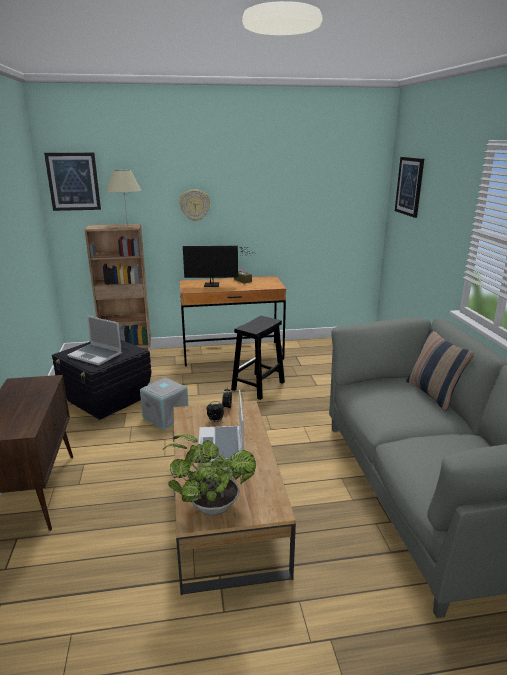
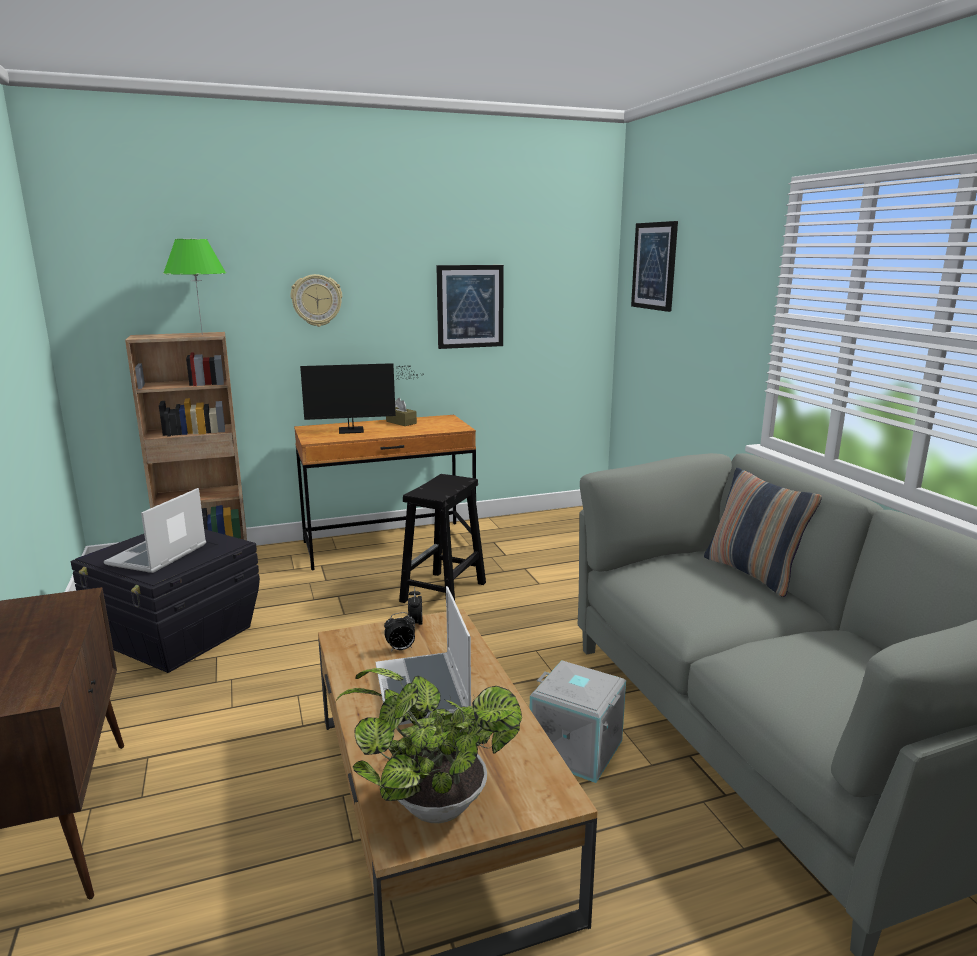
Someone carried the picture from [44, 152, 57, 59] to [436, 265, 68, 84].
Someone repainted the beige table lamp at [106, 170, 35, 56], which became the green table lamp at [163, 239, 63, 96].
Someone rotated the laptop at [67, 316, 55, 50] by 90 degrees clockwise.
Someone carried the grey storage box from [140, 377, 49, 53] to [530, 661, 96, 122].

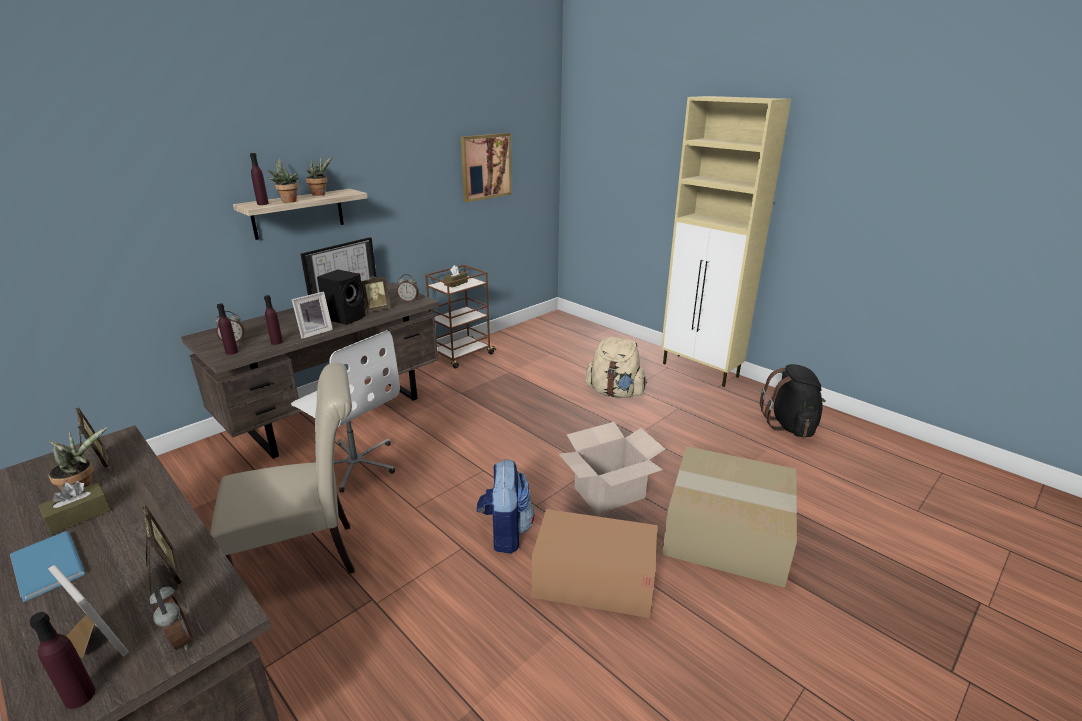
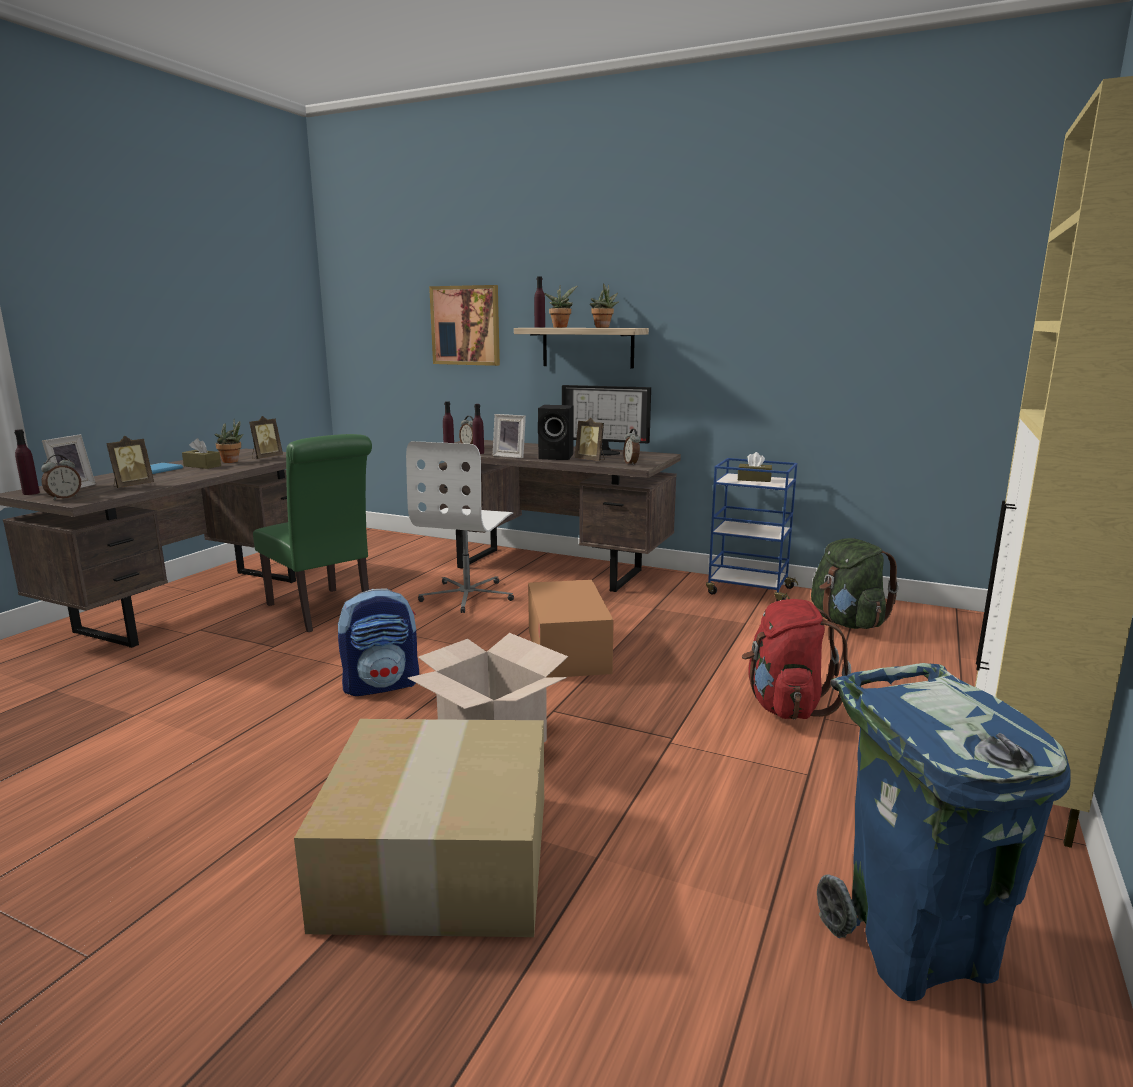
Someone carried the picture from [461, 133, 51, 69] to [429, 285, 71, 81].
Someone repainted the brown cart at [425, 265, 71, 104], which became the blue cart at [706, 458, 92, 143].
Someone repainted the beige backpack at [585, 337, 62, 61], which became the red backpack at [742, 599, 109, 120].
Someone repainted the beige chair at [210, 363, 145, 211], which became the green chair at [253, 434, 119, 198].
Someone swapped the black backpack at [760, 364, 66, 74] for the blue trash can at [817, 663, 254, 338].
Someone carried the cardboard box from [532, 509, 125, 109] to [528, 580, 86, 98].
Someone put down the green backpack at [811, 538, 88, 91].

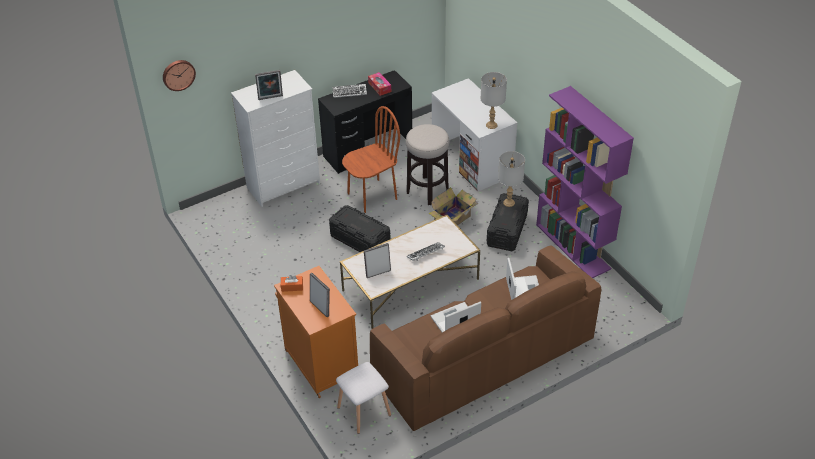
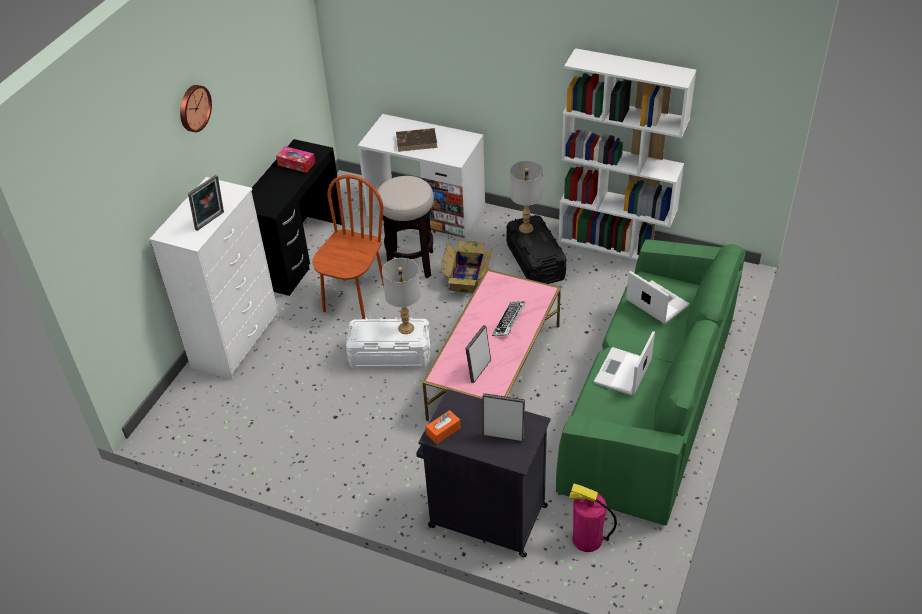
Someone carried the wall clock from [163, 60, 33, 31] to [180, 85, 32, 47].
Someone carried the grey table lamp from [481, 72, 26, 57] to [382, 258, 39, 76].
Someone took away the keyboard at [332, 84, 35, 14].
Someone repainted the purple bookcase at [536, 86, 98, 192], which became the white bookcase at [558, 48, 138, 212].
Someone repainted the black storage box at [329, 205, 62, 47], which became the white storage box at [346, 317, 84, 51].
Someone repainted the white coffee table at [340, 215, 140, 114], which became the pink coffee table at [422, 269, 139, 152].
Someone repainted the brown sofa at [370, 245, 232, 186], which became the green sofa at [556, 239, 190, 286].
Someone repainted the orange cabinet at [274, 266, 84, 132], which became the black cabinet at [416, 389, 135, 168].
Someone swapped the white stool at [336, 362, 55, 72] for the fire extinguisher at [569, 484, 48, 68].
Someone put down the brown book at [396, 128, 42, 24].

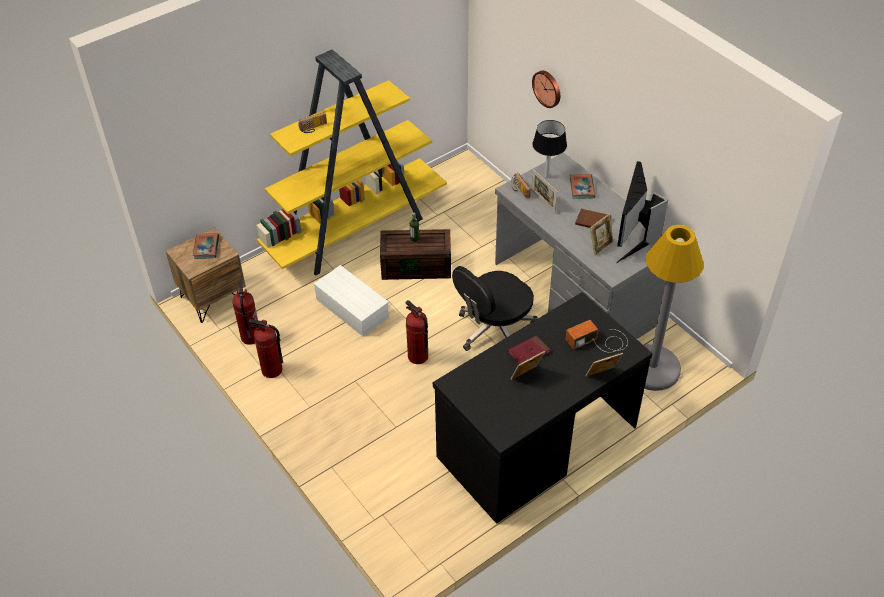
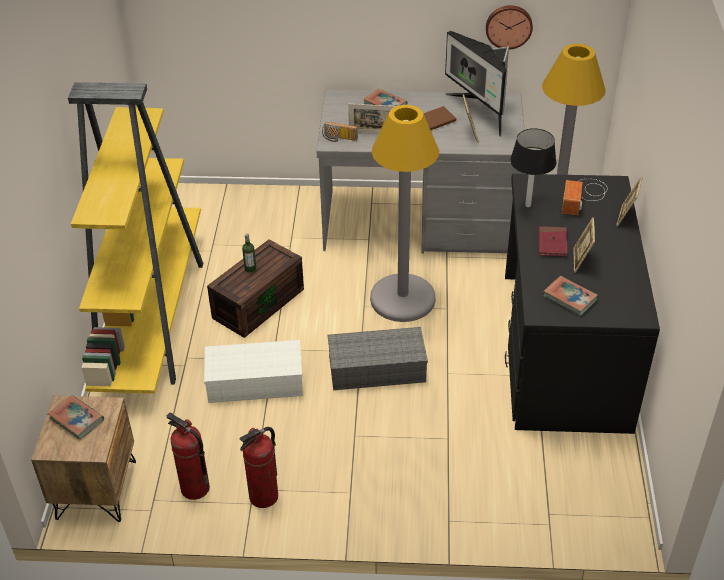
Someone carried the wall clock from [532, 71, 28, 37] to [486, 5, 47, 45].
Someone took away the radio at [298, 112, 29, 21].
Someone carried the black table lamp from [532, 120, 35, 58] to [510, 128, 46, 79].
Someone swapped the black office chair at [452, 266, 86, 85] for the grey floor lamp at [370, 105, 69, 217].
Someone swapped the fire extinguisher at [406, 300, 22, 64] for the grey storage box at [328, 327, 100, 63].
Someone put down the book at [543, 276, 55, 40].

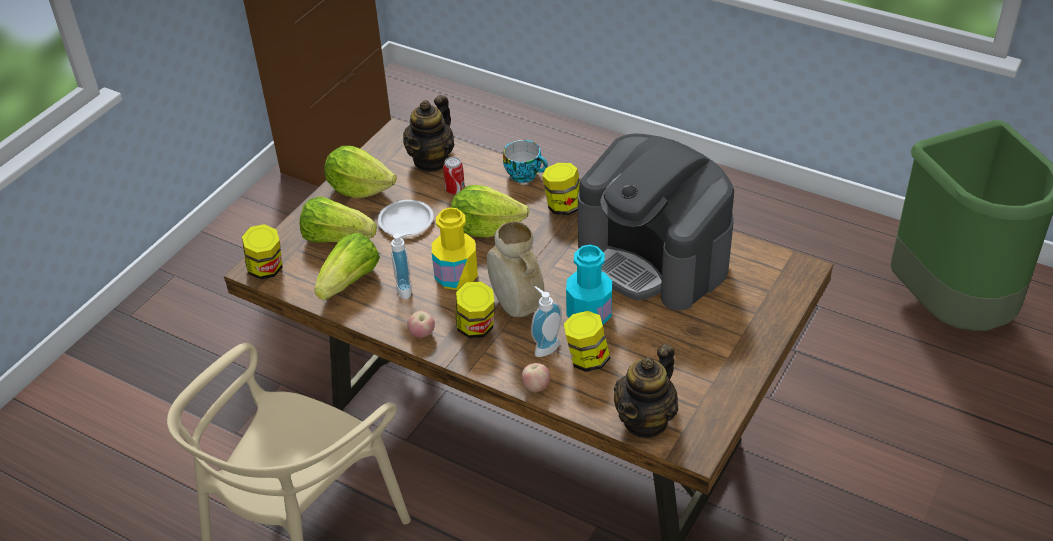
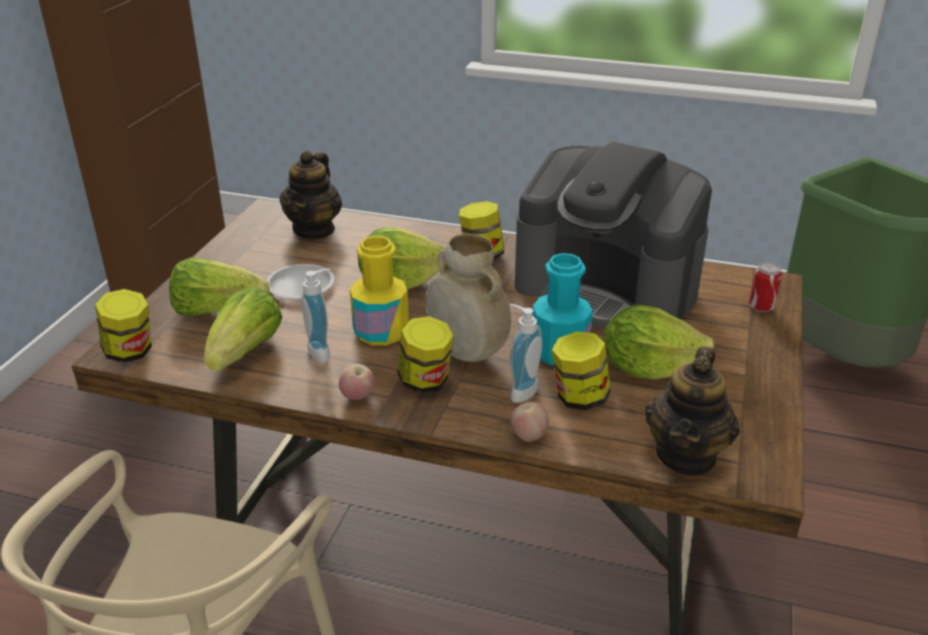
Someone took away the cup at [503, 140, 45, 43].
Someone carried the lettuce from [324, 146, 72, 52] to [604, 305, 111, 74].
Someone carried the can from [443, 157, 22, 38] to [749, 262, 33, 50].

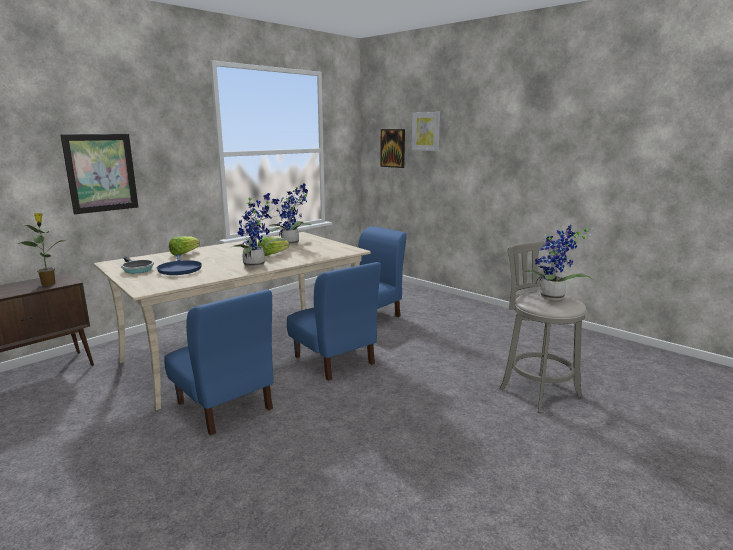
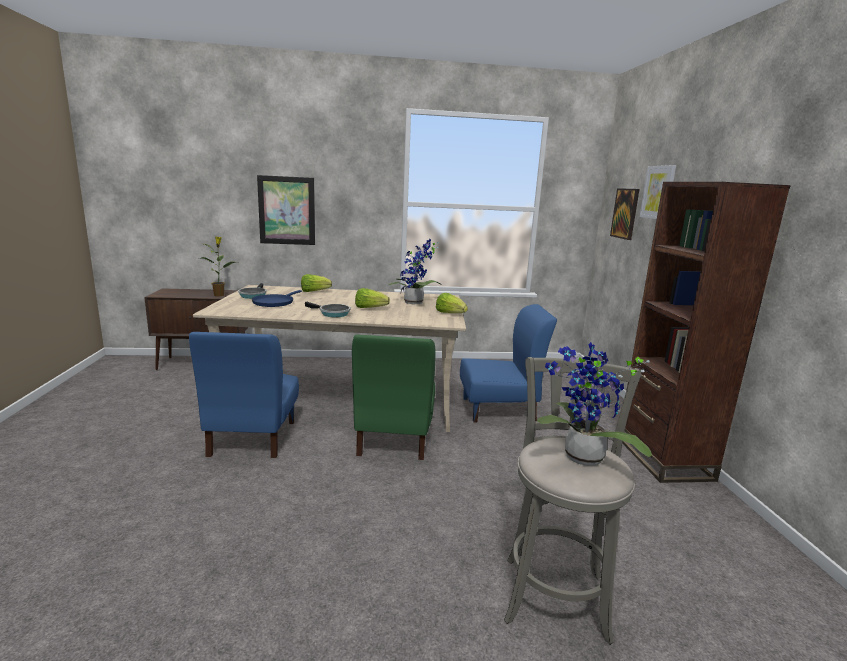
Someone swapped the potted plant at [232, 193, 54, 75] for the frying pan at [305, 302, 46, 15].
Someone repainted the blue chair at [287, 262, 94, 119], which became the green chair at [352, 334, 84, 126].
Someone put down the brown bookcase at [622, 182, 169, 301].
Someone put down the lettuce at [436, 293, 32, 20].

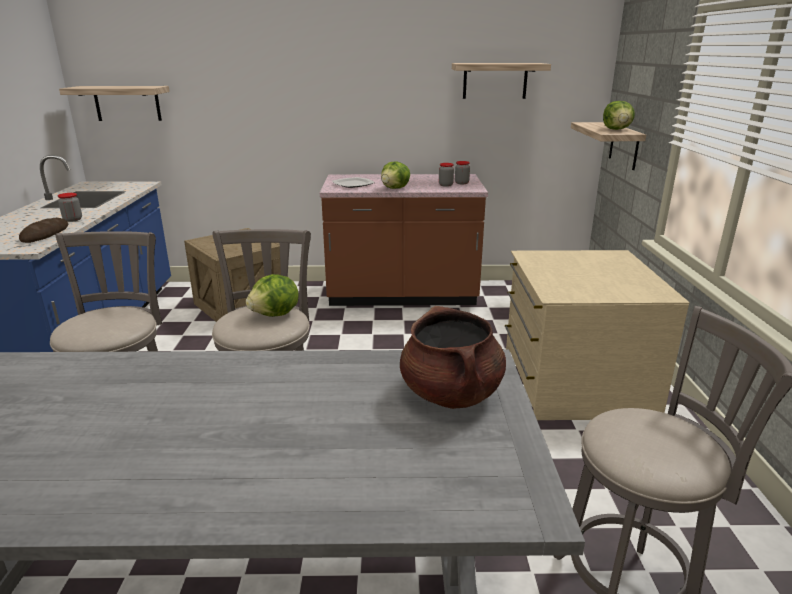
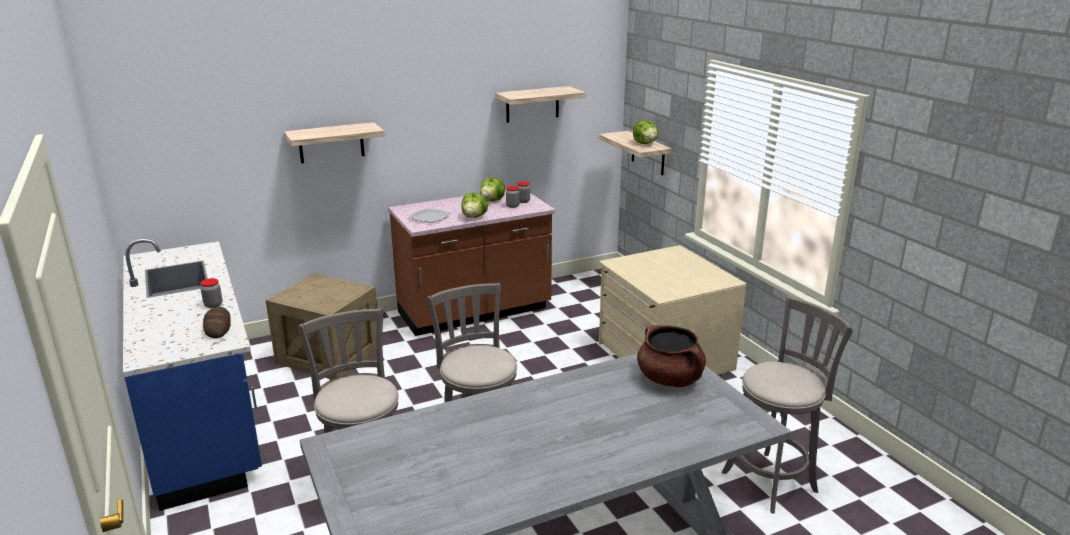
Someone carried the shelf from [59, 86, 111, 35] to [284, 122, 101, 41].
Someone carried the lettuce from [246, 274, 53, 43] to [480, 178, 25, 23].

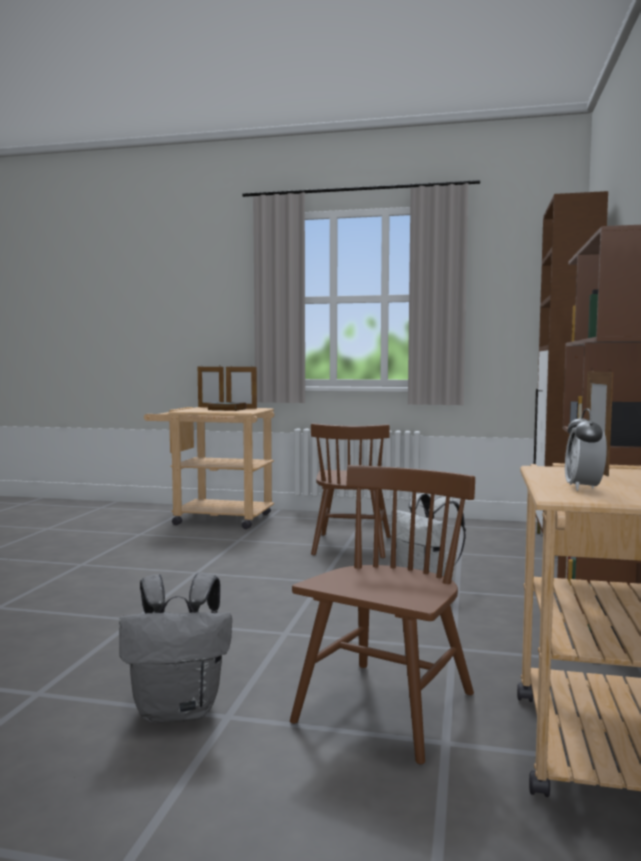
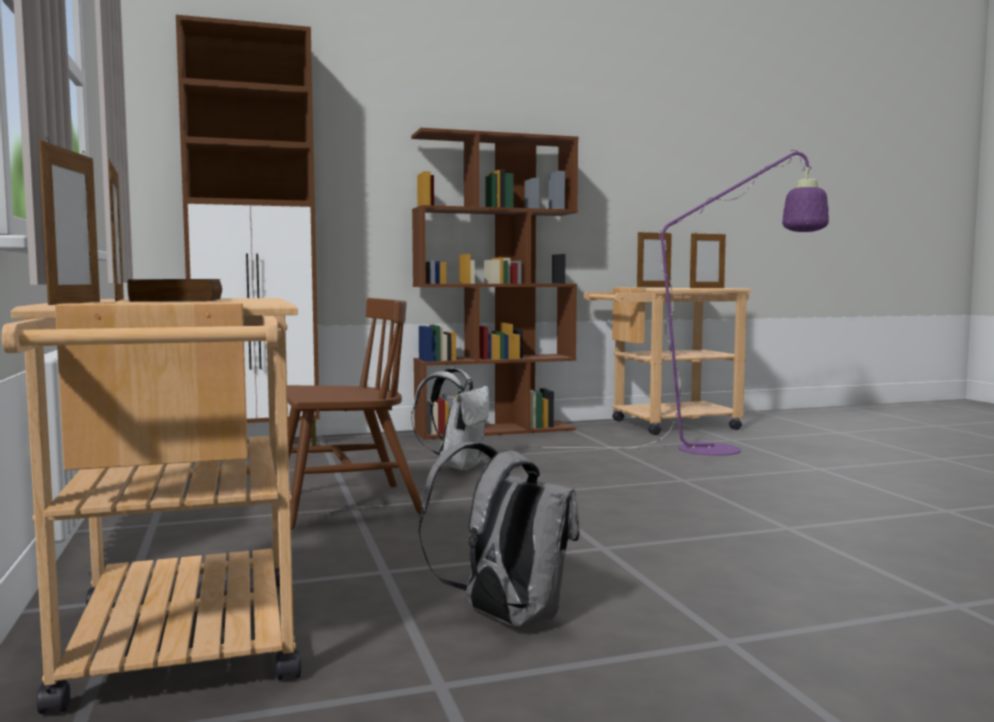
Someone swapped the alarm clock at [565, 408, 42, 83] for the picture frame at [690, 232, 36, 56].
Someone swapped the brown chair at [290, 465, 185, 299] for the purple floor lamp at [542, 150, 287, 306].
Someone carried the grey backpack from [119, 573, 113, 150] to [419, 442, 161, 185].

